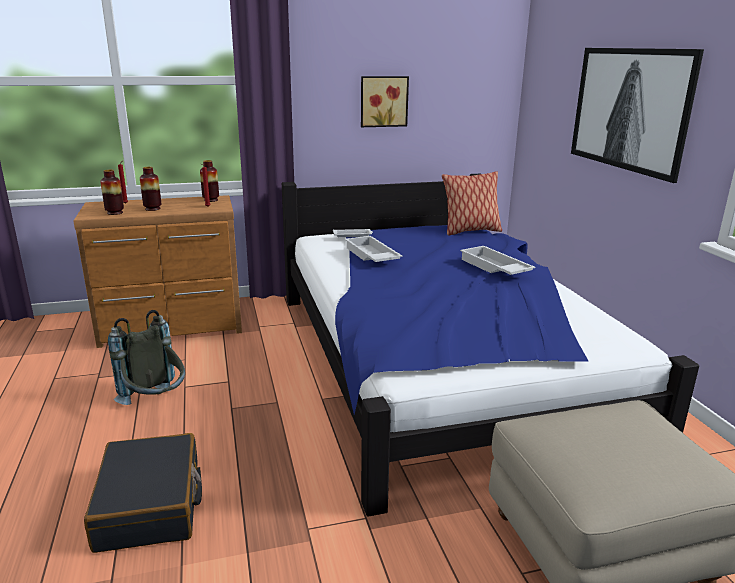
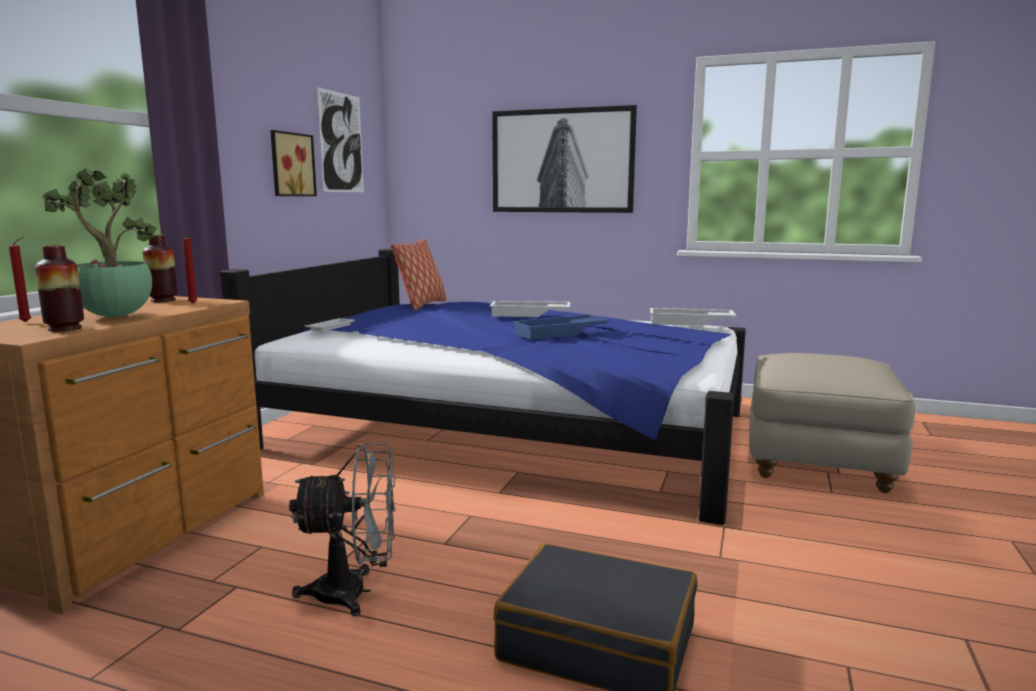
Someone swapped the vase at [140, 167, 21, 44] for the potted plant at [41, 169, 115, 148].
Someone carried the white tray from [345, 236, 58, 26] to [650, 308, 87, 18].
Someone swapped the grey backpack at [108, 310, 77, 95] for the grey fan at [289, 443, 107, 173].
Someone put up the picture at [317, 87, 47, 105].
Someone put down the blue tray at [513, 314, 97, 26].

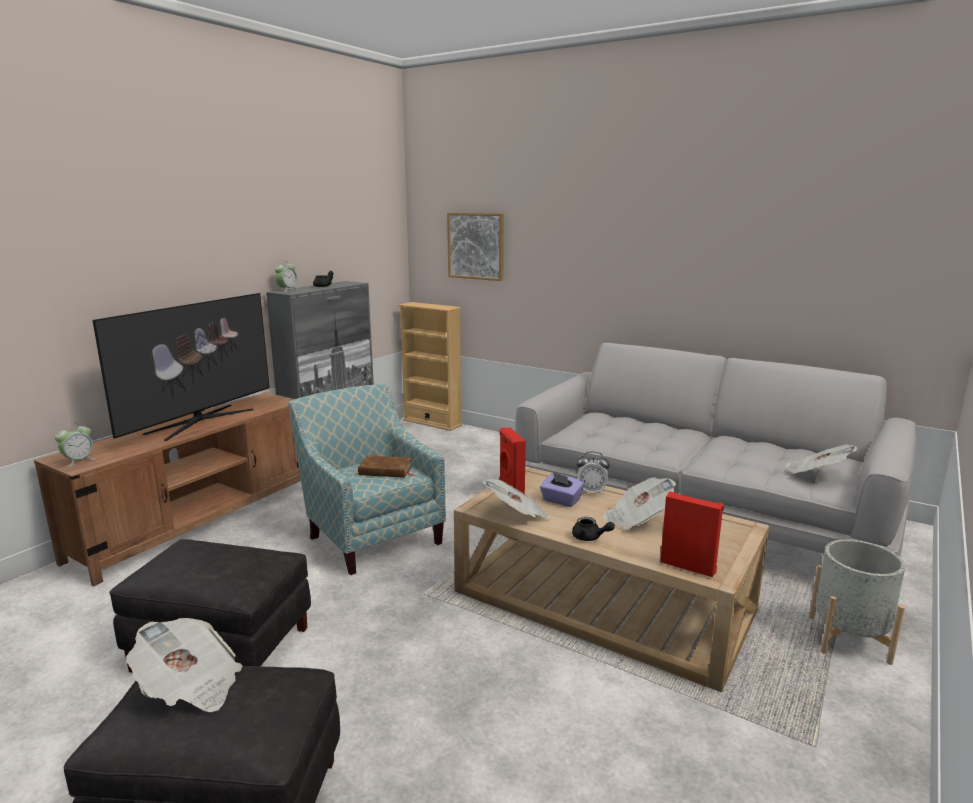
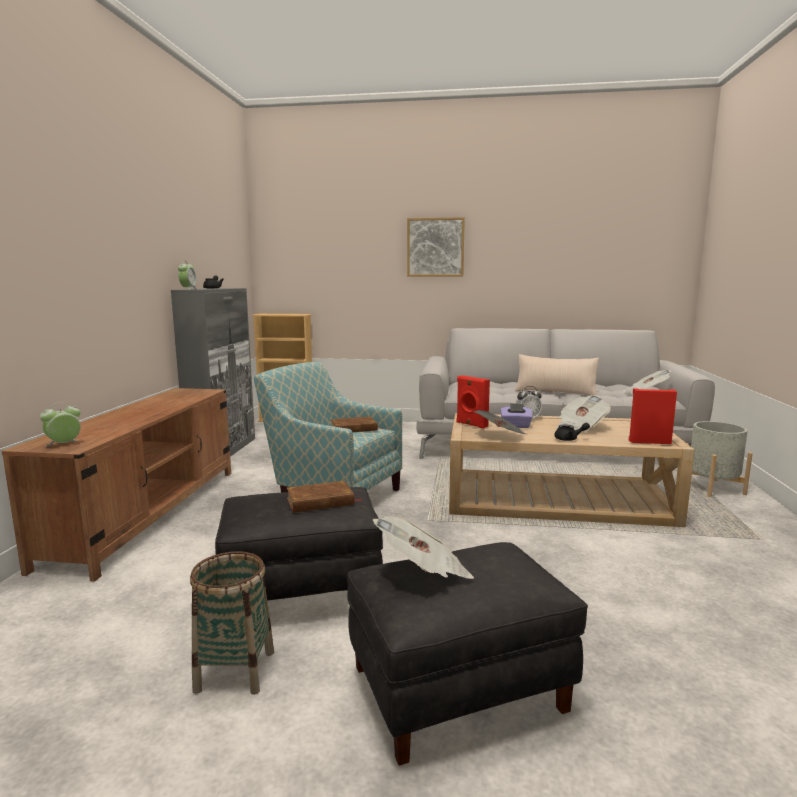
Someone carried the picture from [447, 213, 57, 68] to [407, 217, 58, 60].
Someone took away the television at [93, 293, 177, 148].
Someone rotated the alarm clock at [55, 423, 40, 44] by 150 degrees counterclockwise.
Someone put down the beige pillow at [515, 354, 84, 41].
Someone put down the brown book at [287, 481, 76, 32].
Someone put down the basket at [190, 551, 84, 144].

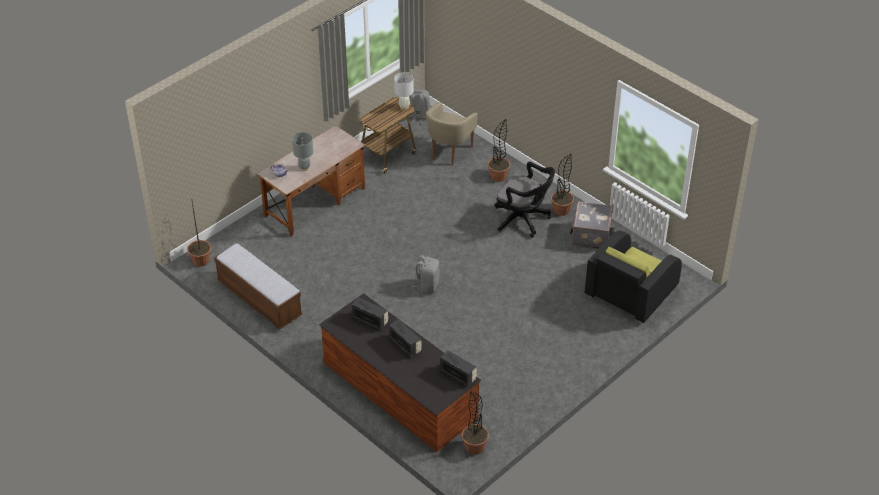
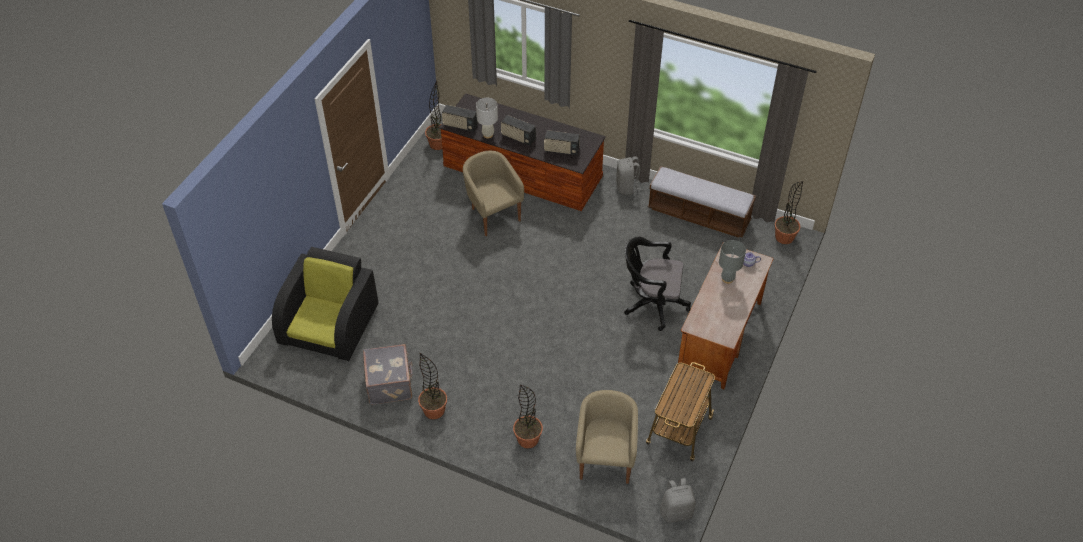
Someone carried the white table lamp from [394, 72, 20, 38] to [476, 98, 22, 40].
Someone carried the black office chair from [495, 161, 60, 77] to [624, 237, 67, 94].
Someone carried the grey backpack from [412, 255, 28, 39] to [616, 156, 27, 39].
Someone put down the beige armchair at [463, 151, 61, 85].

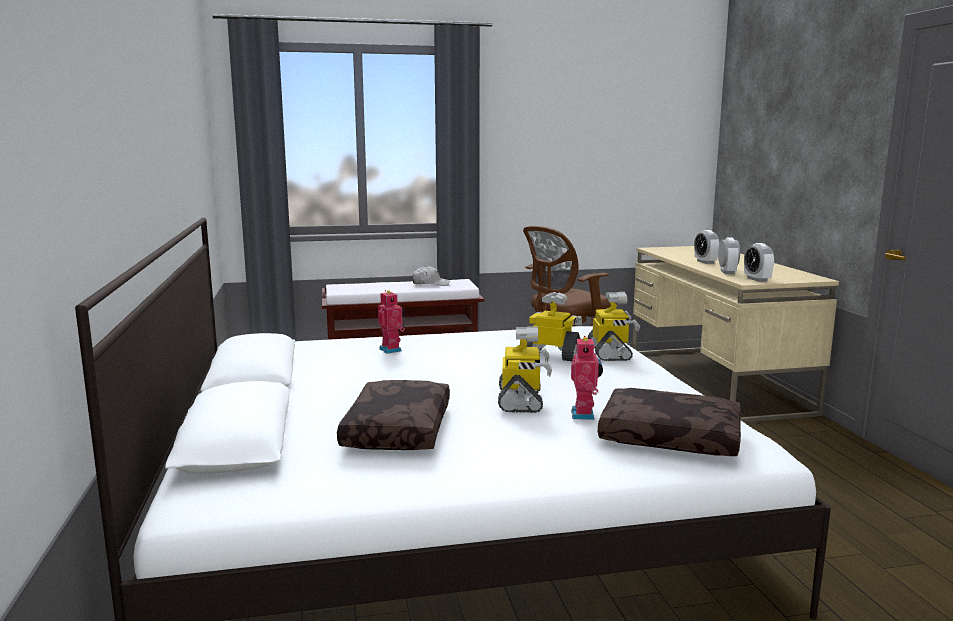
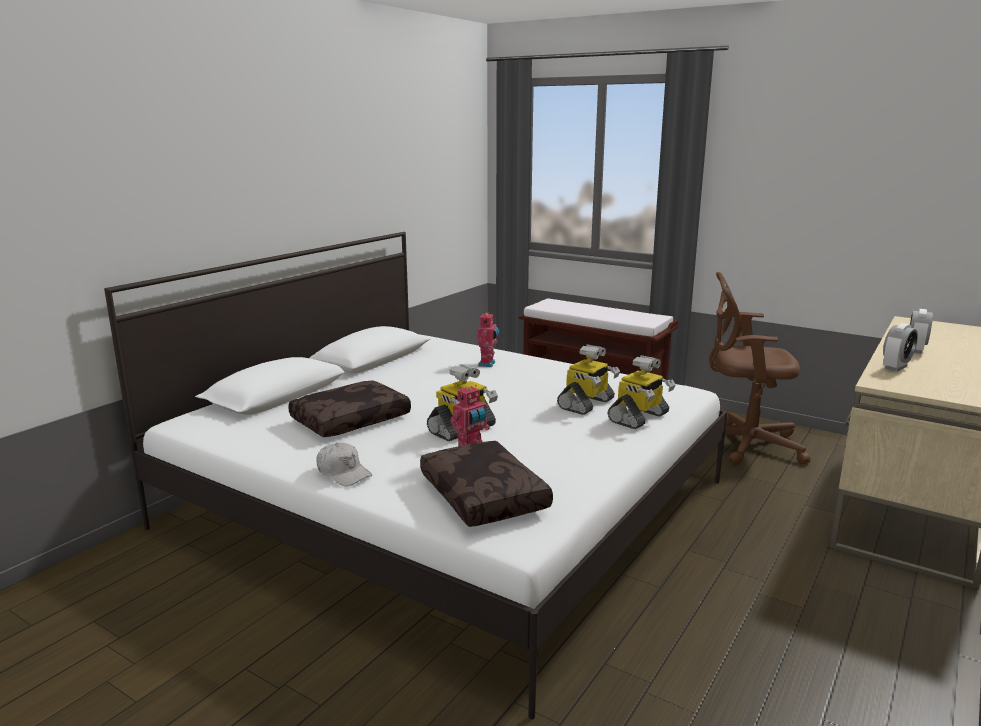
Someone took away the alarm clock at [744, 243, 30, 39].
Someone carried the white cap from [412, 266, 38, 20] to [316, 442, 56, 44].
Someone rotated the toy robot at [527, 292, 55, 69] by 60 degrees clockwise.

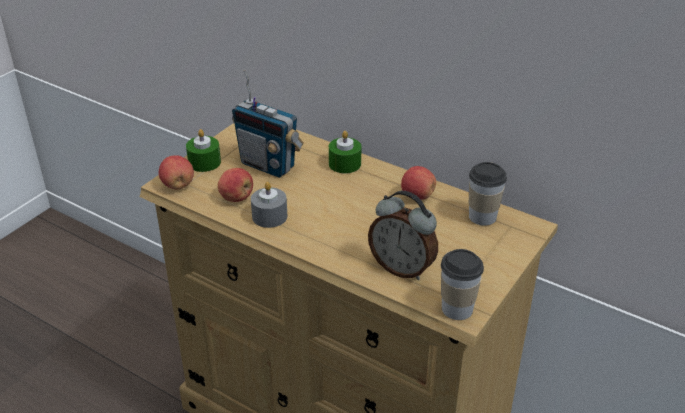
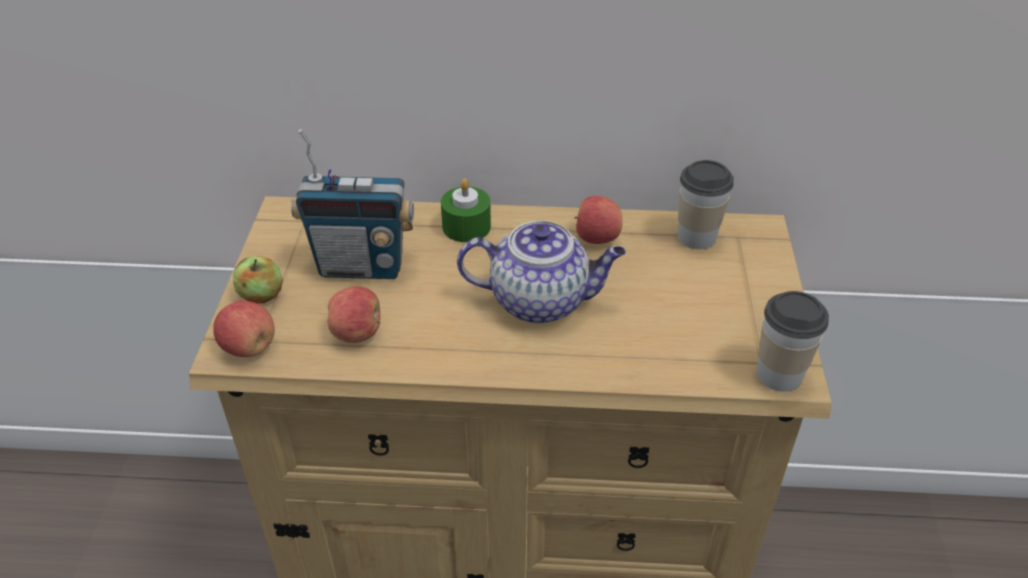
Someone swapped the green candle at [186, 129, 35, 43] for the apple at [233, 256, 50, 48].
Someone took away the grey candle at [251, 182, 36, 46].
Someone took away the alarm clock at [368, 191, 70, 89].
Someone put down the teapot at [457, 221, 169, 103].

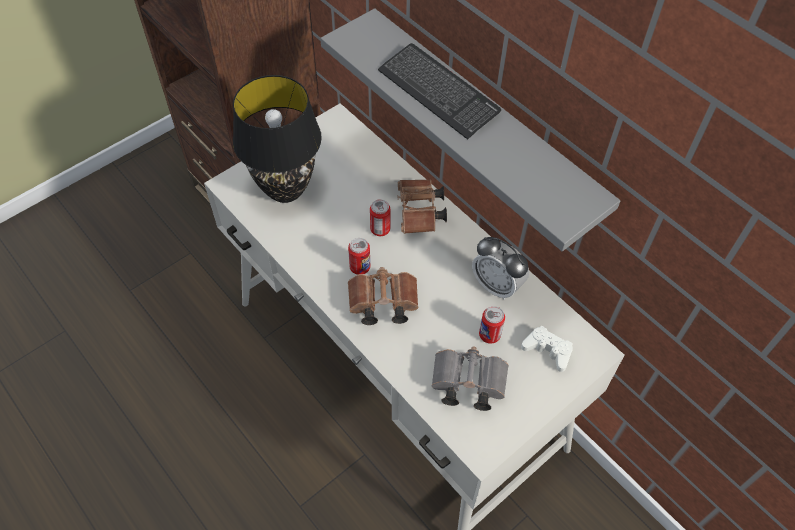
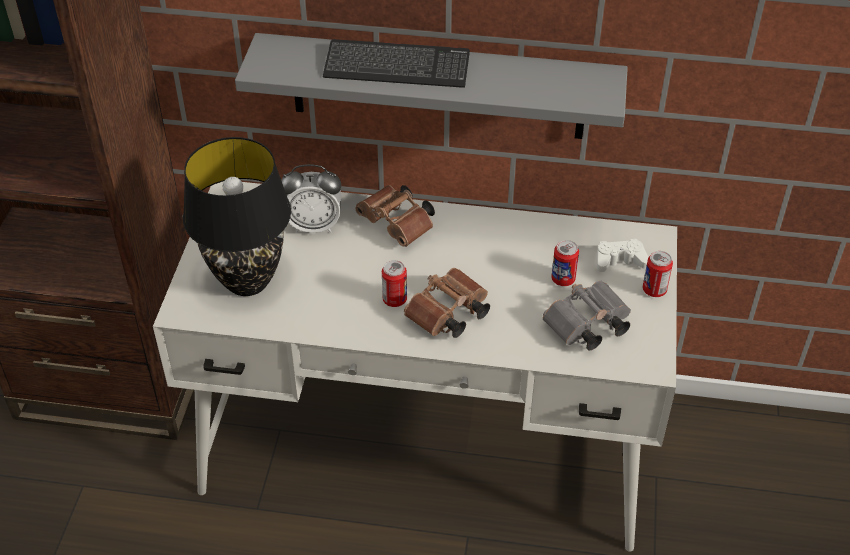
Someone carried the can from [370, 199, 20, 37] to [643, 251, 30, 46].
Someone carried the alarm clock from [472, 237, 57, 63] to [281, 164, 61, 69].

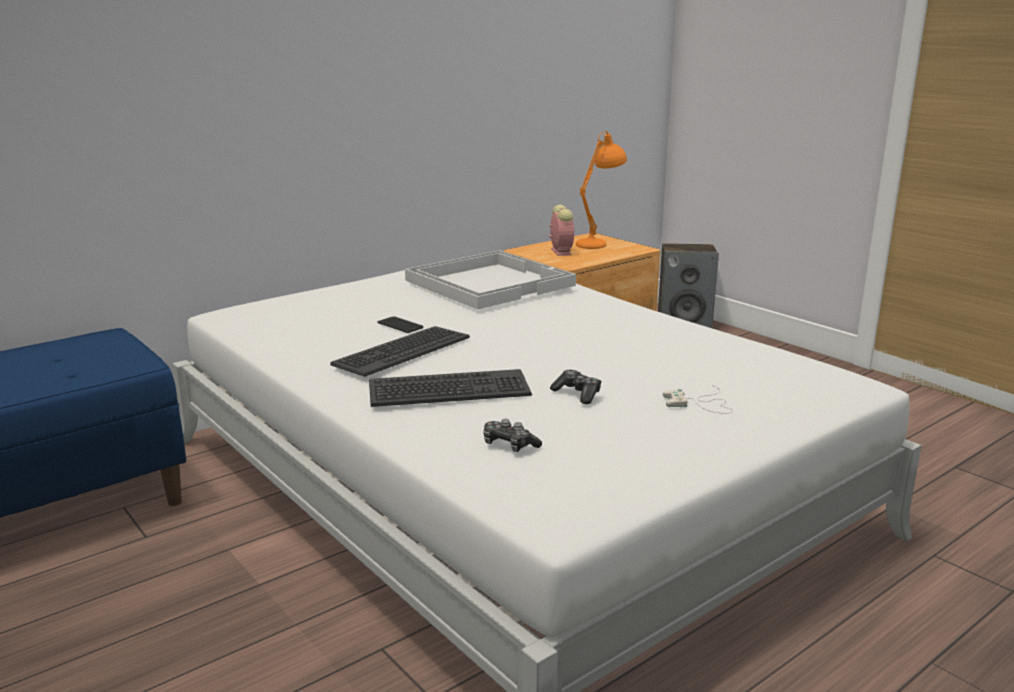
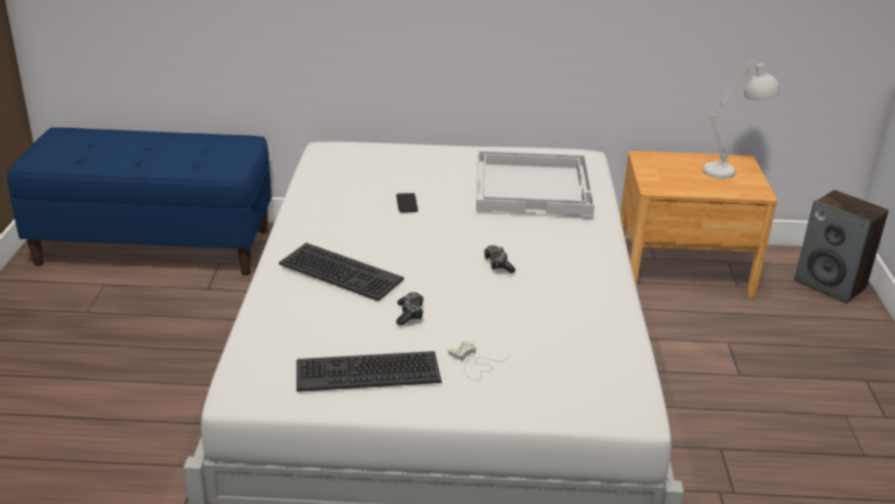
Someone repainted the orange table lamp at [576, 131, 51, 118], which became the white table lamp at [702, 60, 78, 119].
Someone took away the alarm clock at [549, 205, 25, 51].
Someone carried the keyboard from [330, 326, 140, 51] to [296, 351, 146, 41].
Someone carried the game controller from [484, 419, 58, 33] to [484, 245, 32, 28].

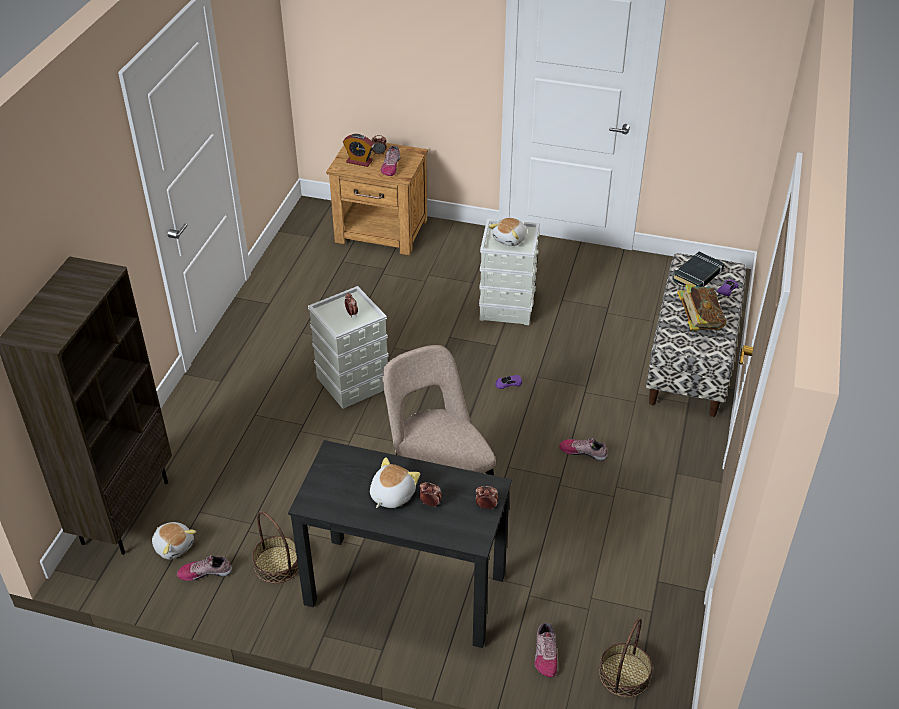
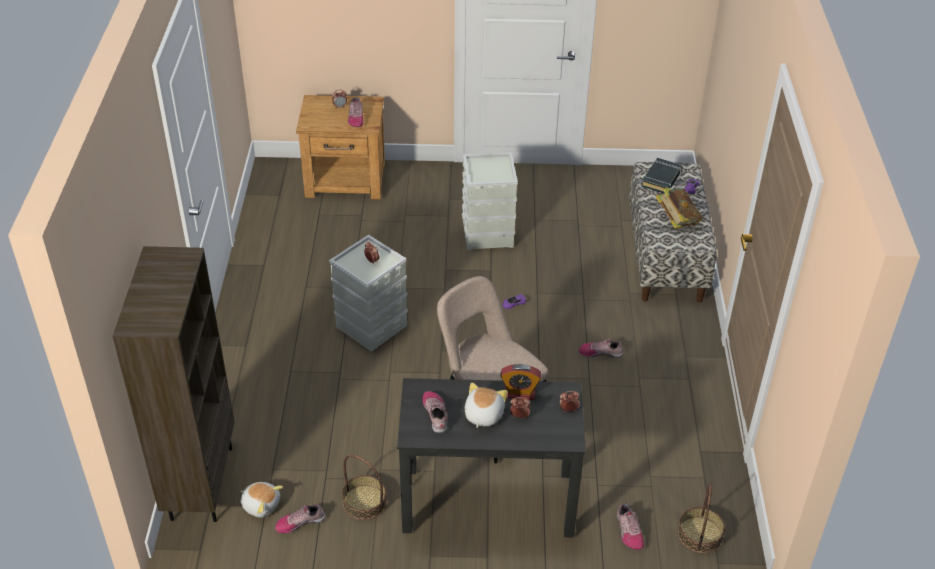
Someone carried the alarm clock from [343, 134, 31, 33] to [501, 364, 40, 36].
Someone took away the plush toy at [489, 218, 38, 28].
Someone put down the shoe at [423, 391, 25, 42].

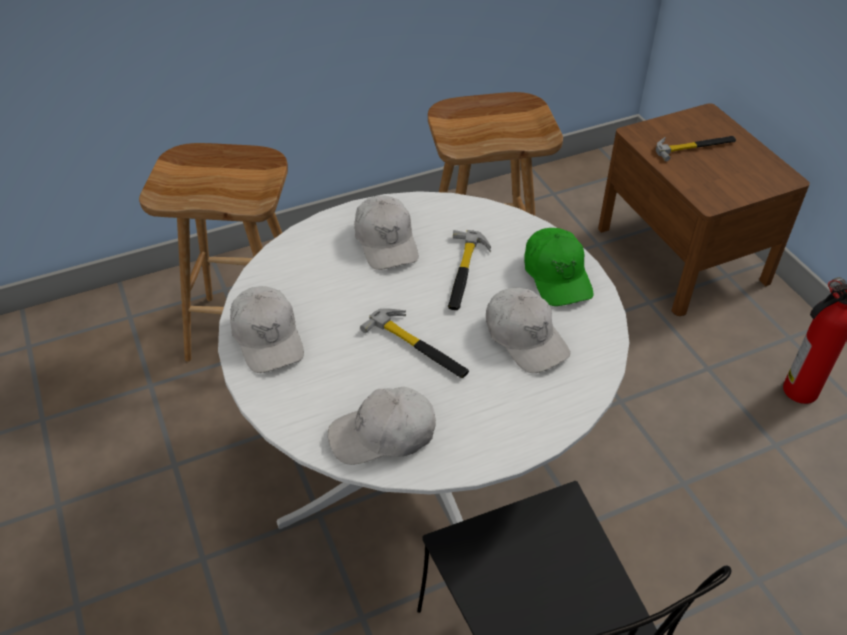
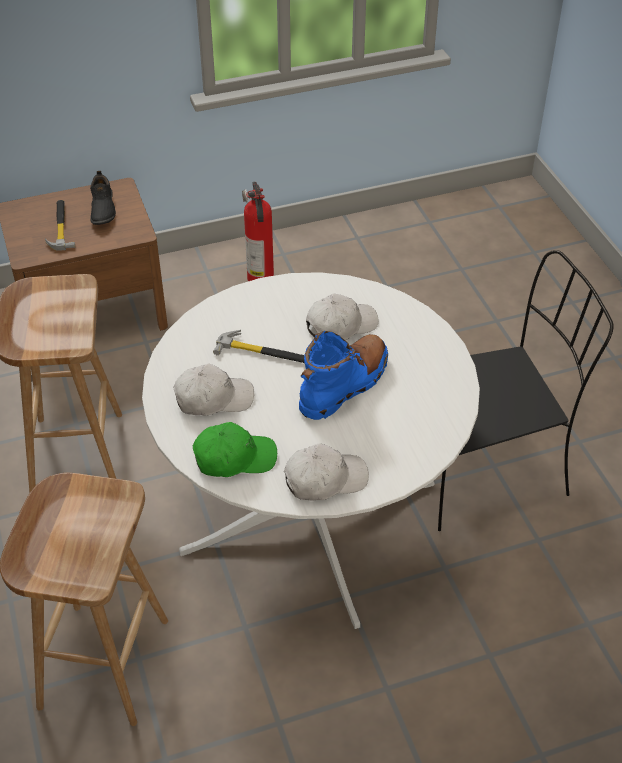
Someone carried the green cap from [524, 228, 70, 78] to [193, 422, 84, 55].
Someone swapped the hammer at [360, 308, 109, 70] for the blue boot at [299, 331, 89, 89].
Someone took away the white cap at [328, 387, 108, 78].
Someone put down the black shoe at [90, 171, 26, 54].

